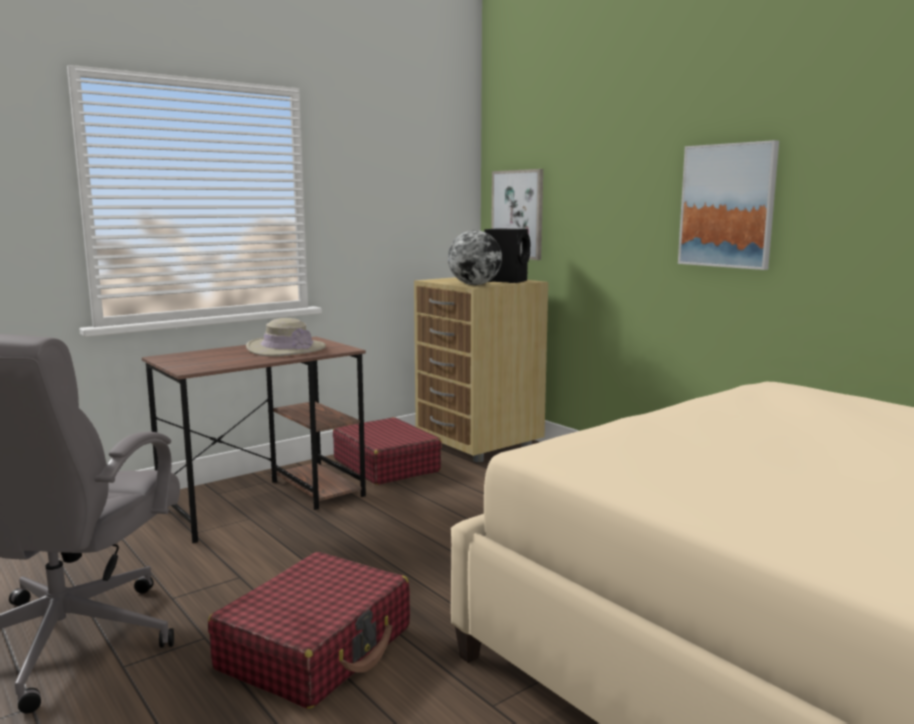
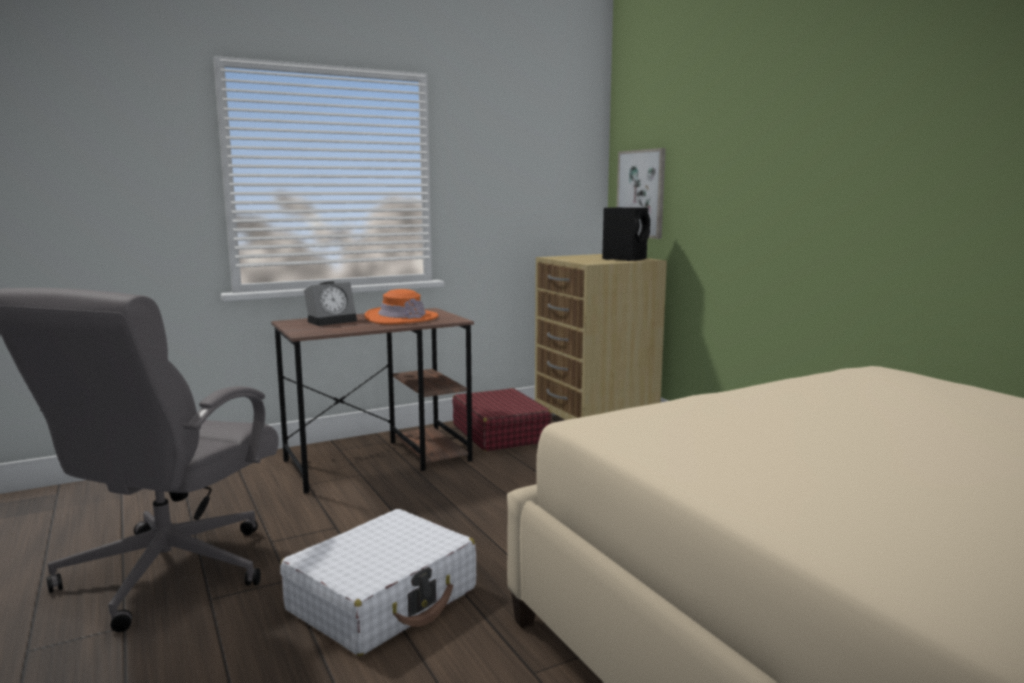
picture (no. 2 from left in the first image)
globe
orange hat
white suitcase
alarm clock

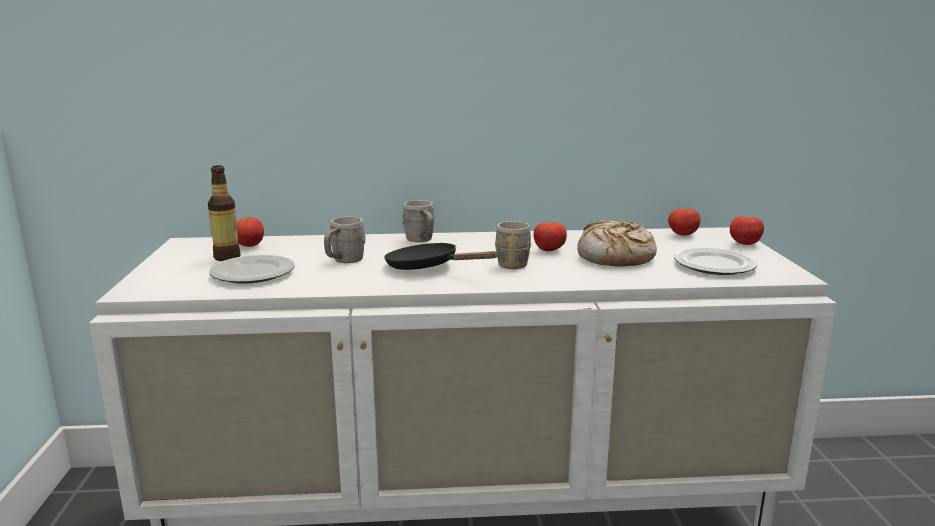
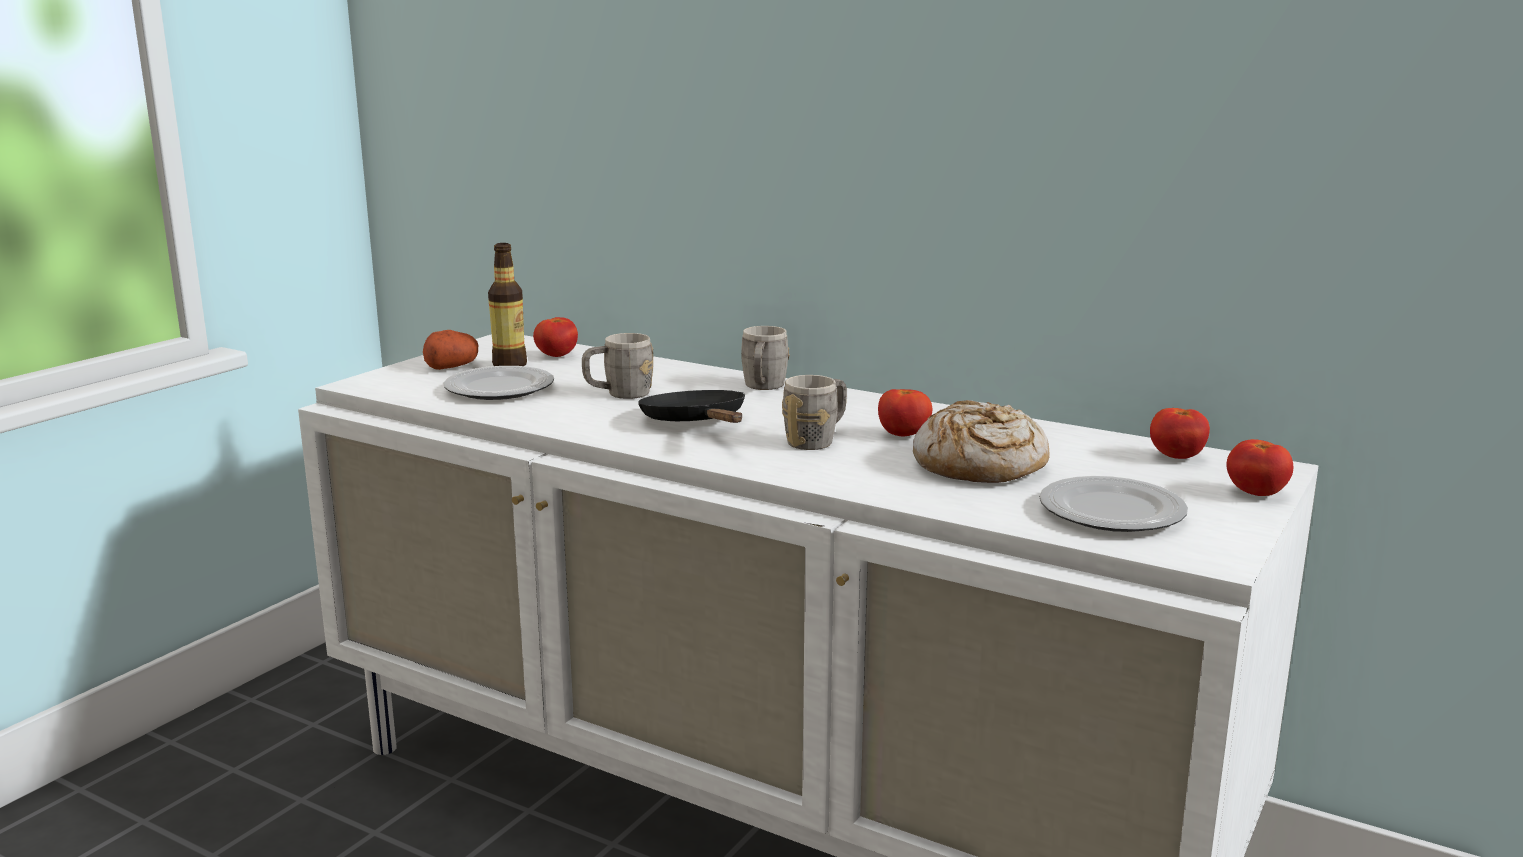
potato

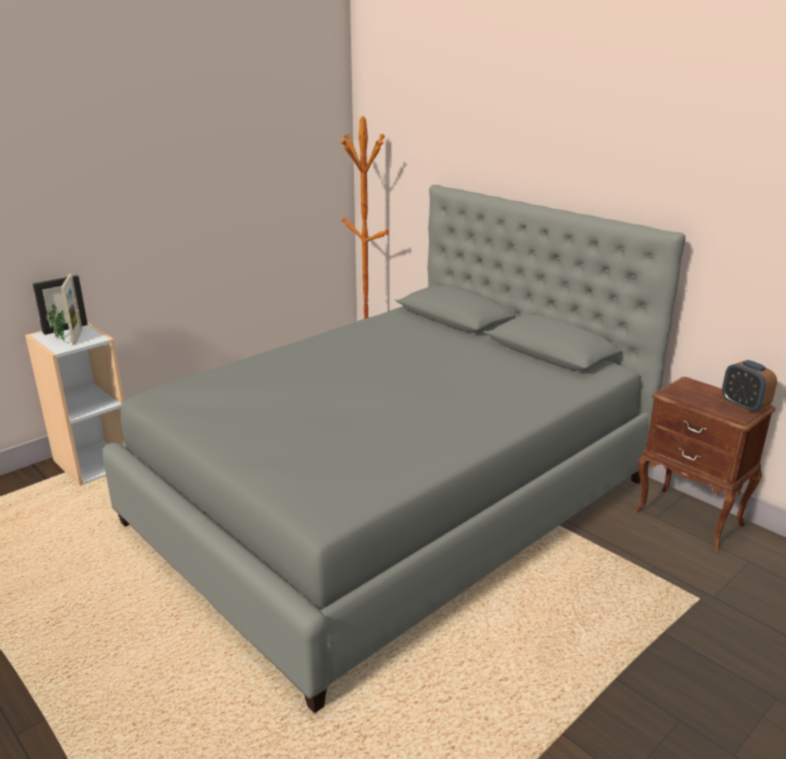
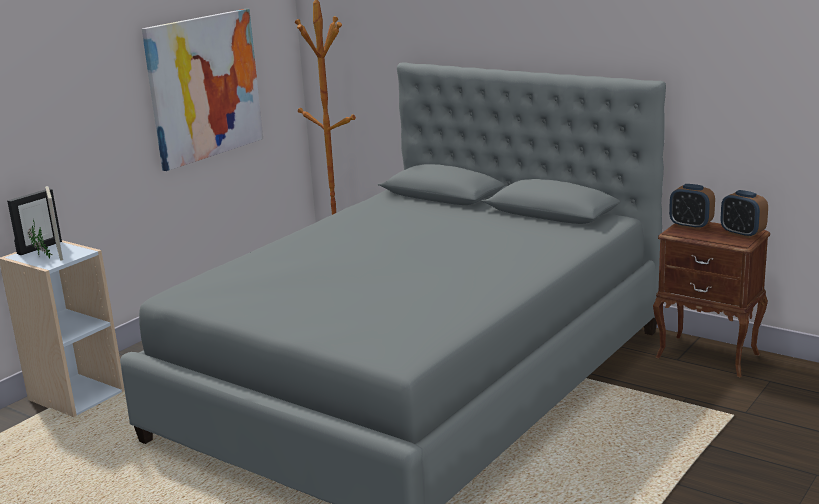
picture
alarm clock (no. 1 from left)

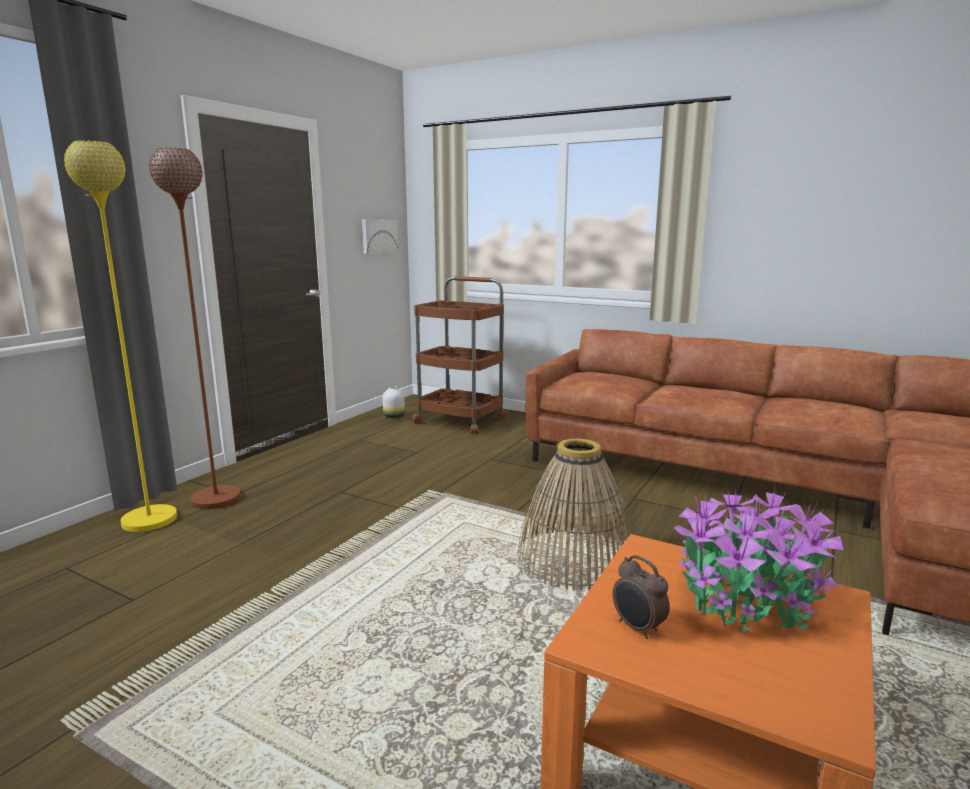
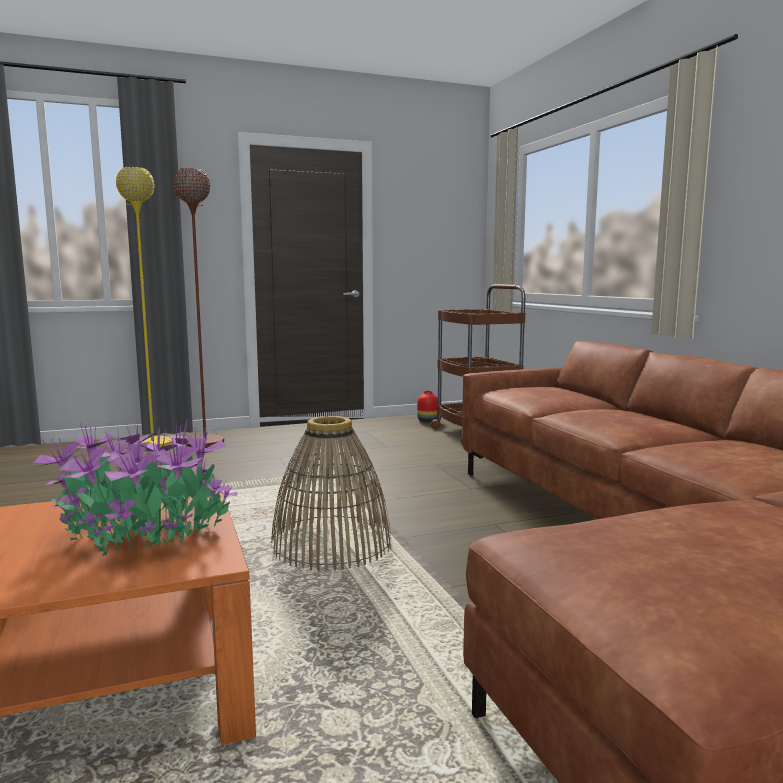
picture
red vase
alarm clock

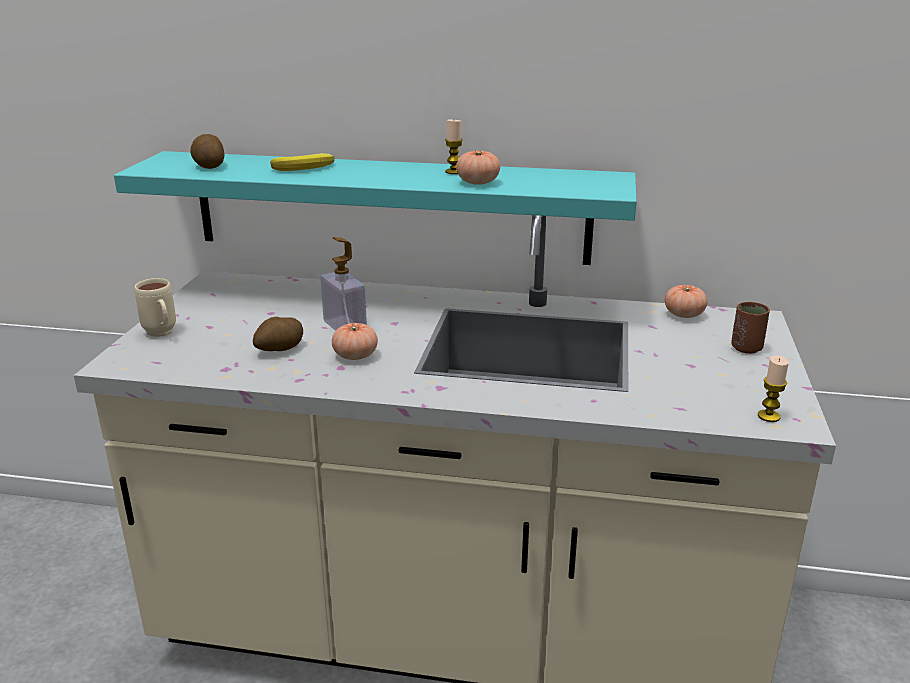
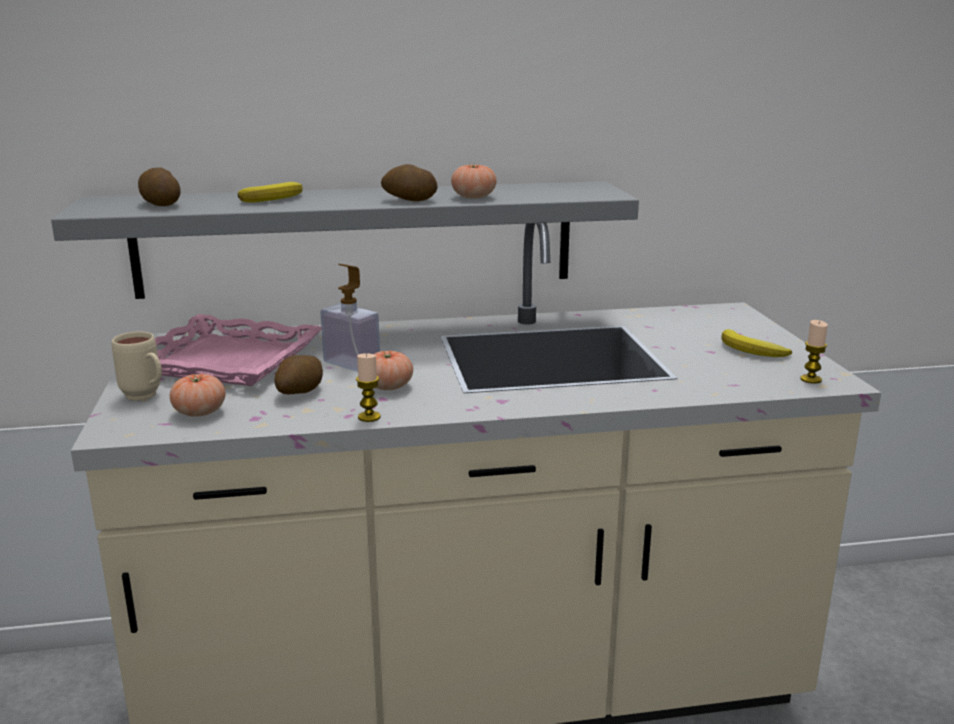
candle (no. 1 from left)
grey shelf
tomato (no. 1 from left)
brown cup
potato (no. 3 from left)
pink tray
banana (no. 2 from left)

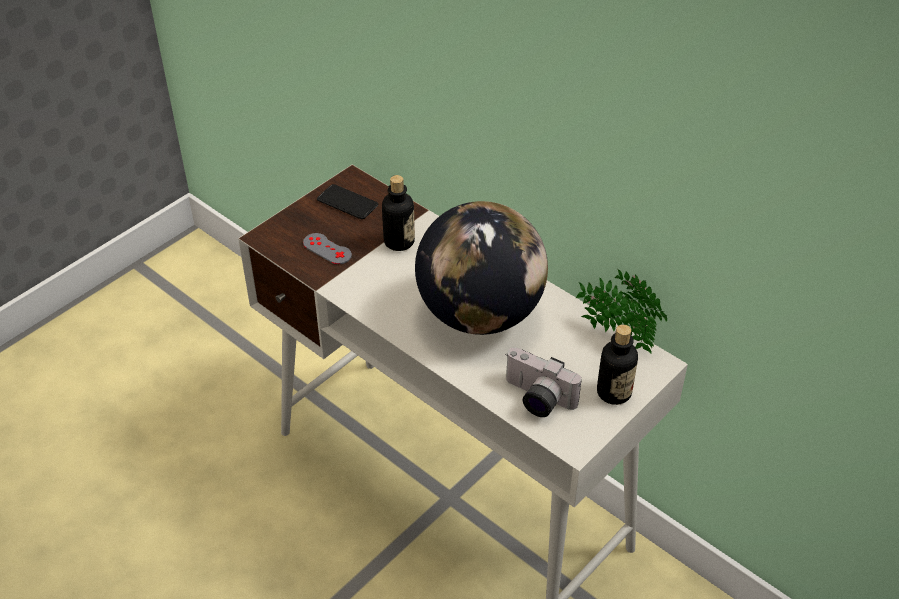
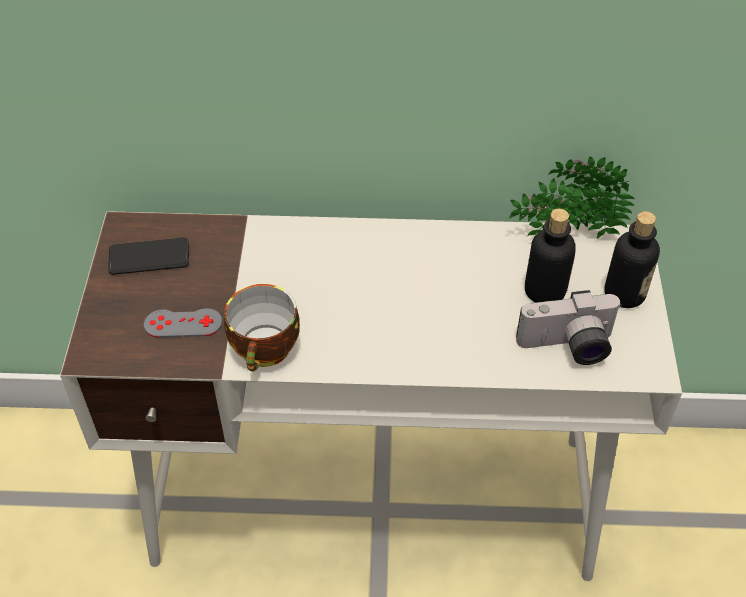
bottle (no. 1 from left)
globe
cup

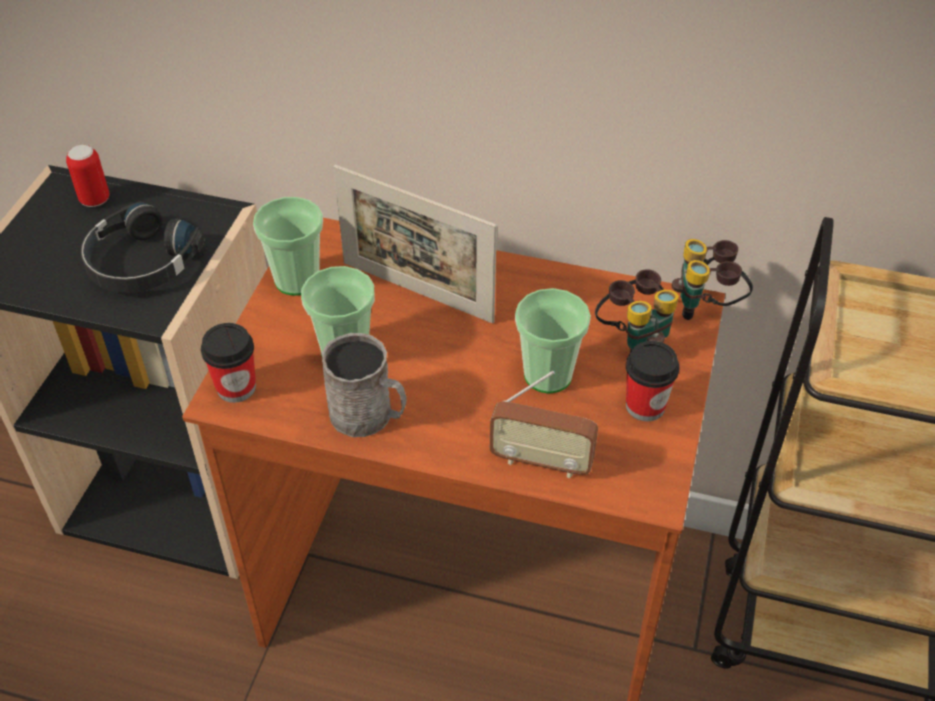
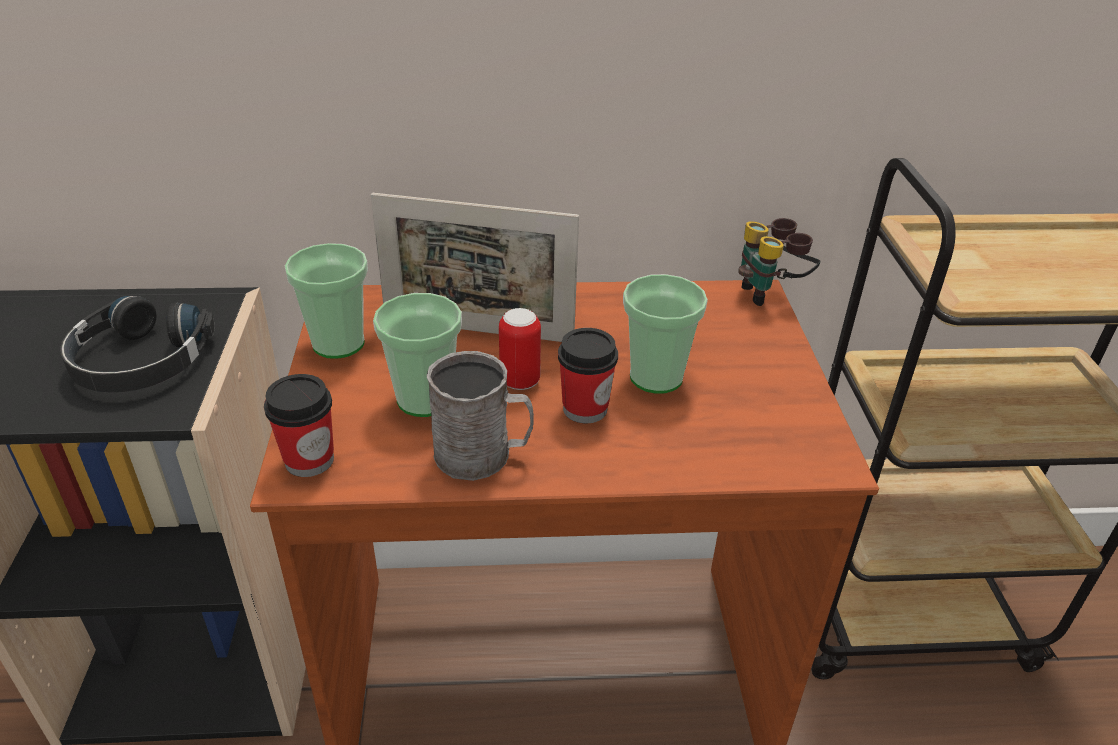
can
binoculars (no. 1 from left in the first image)
cup (no. 4 from left)
radio

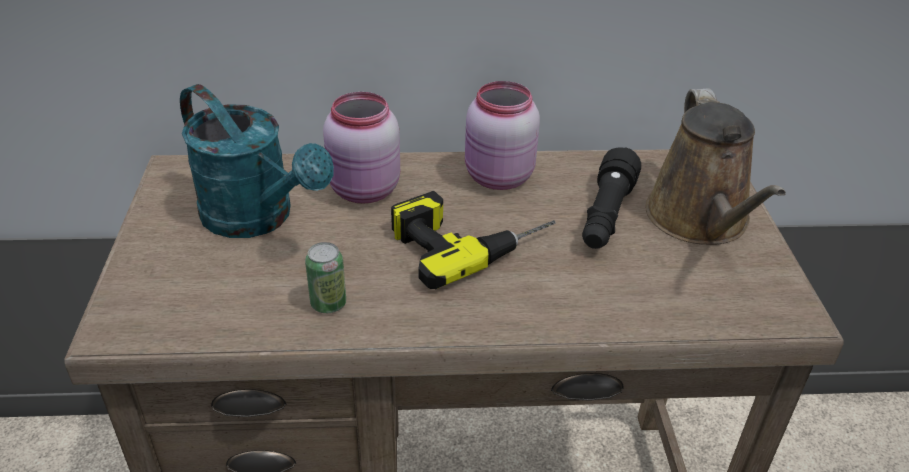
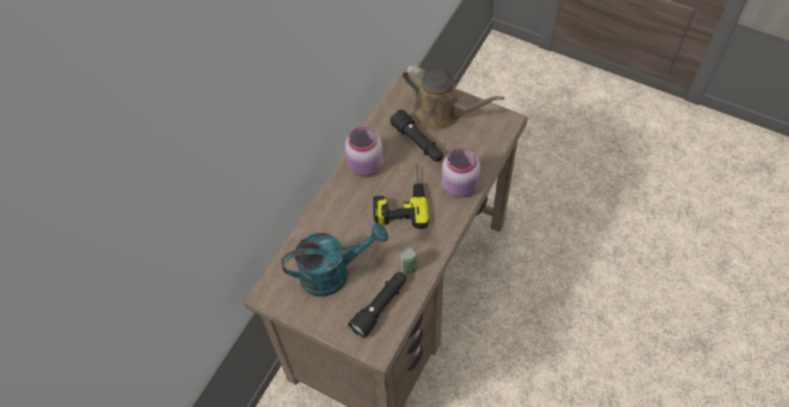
pink jar (no. 2 from left)
black flashlight (no. 1 from left)

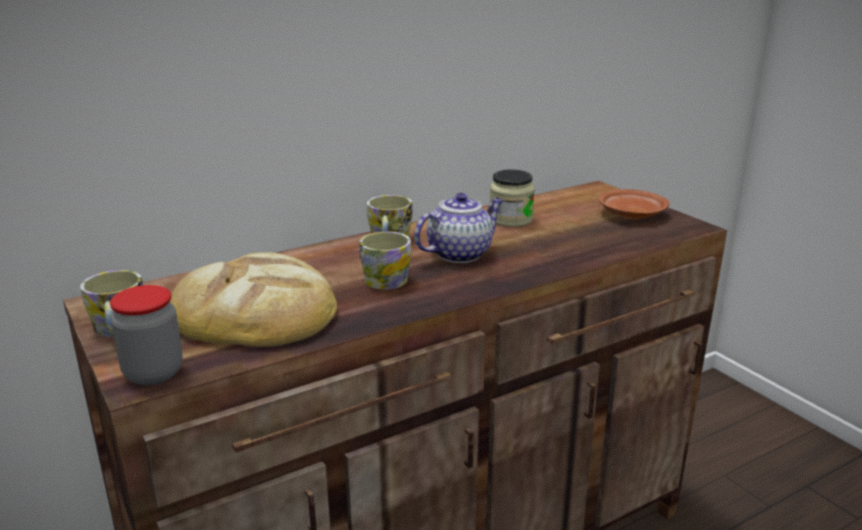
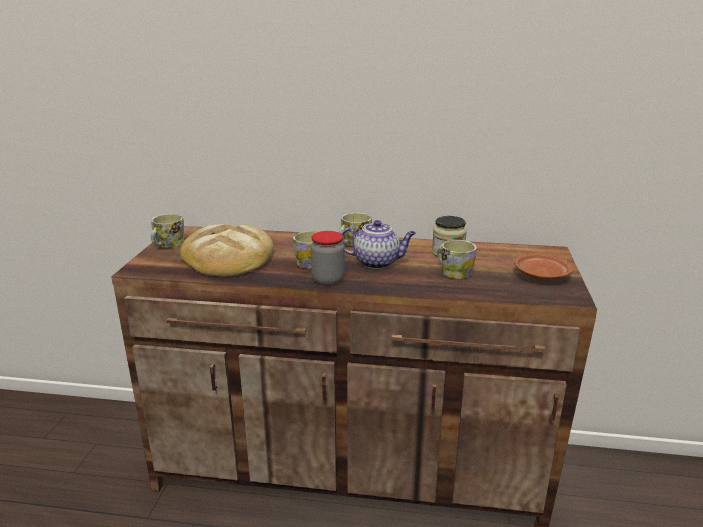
jar (no. 1 from left)
mug (no. 4 from left)

